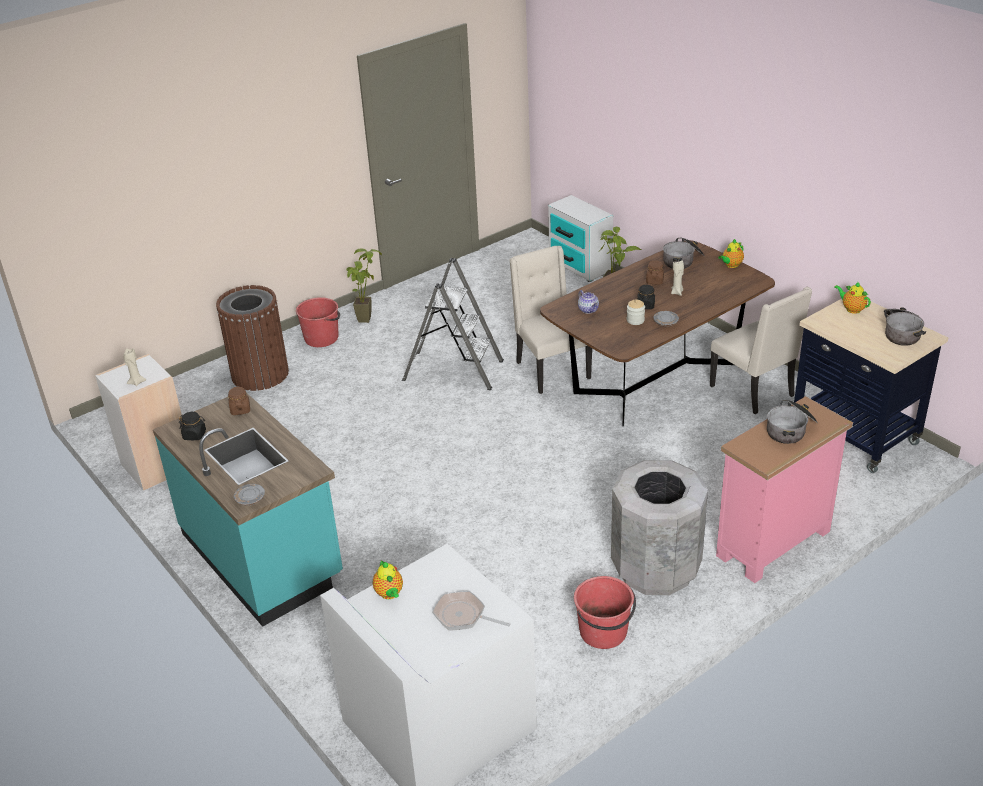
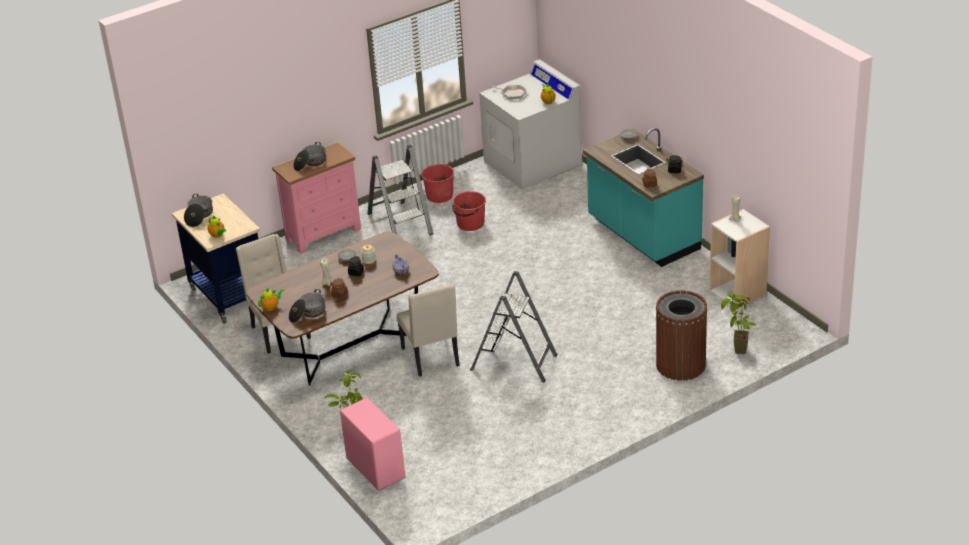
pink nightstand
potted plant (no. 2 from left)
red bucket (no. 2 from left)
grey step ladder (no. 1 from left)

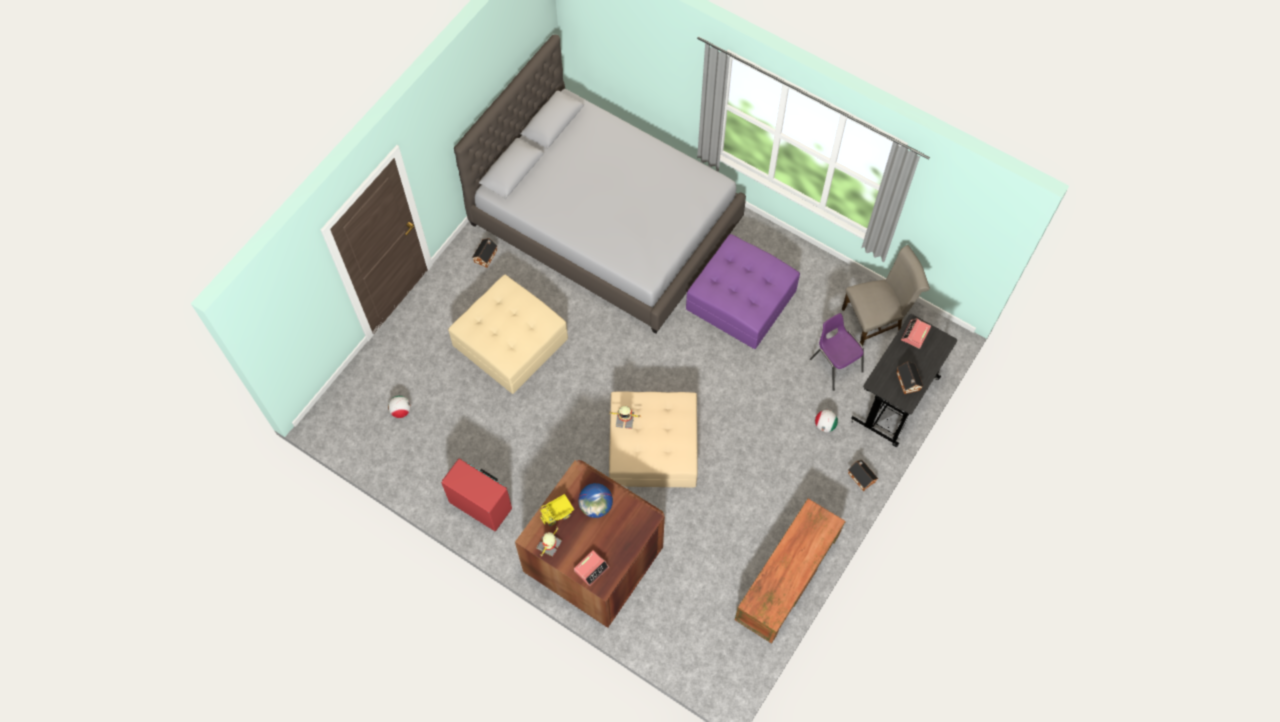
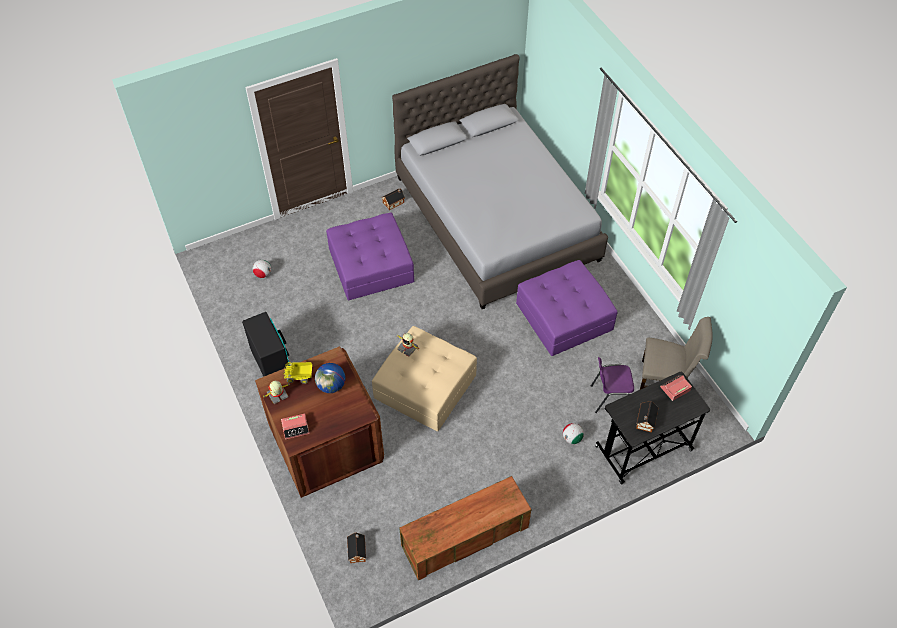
purple ottoman (no. 1 from left)
purple chair
black nightstand
toy house (no. 1 from left)

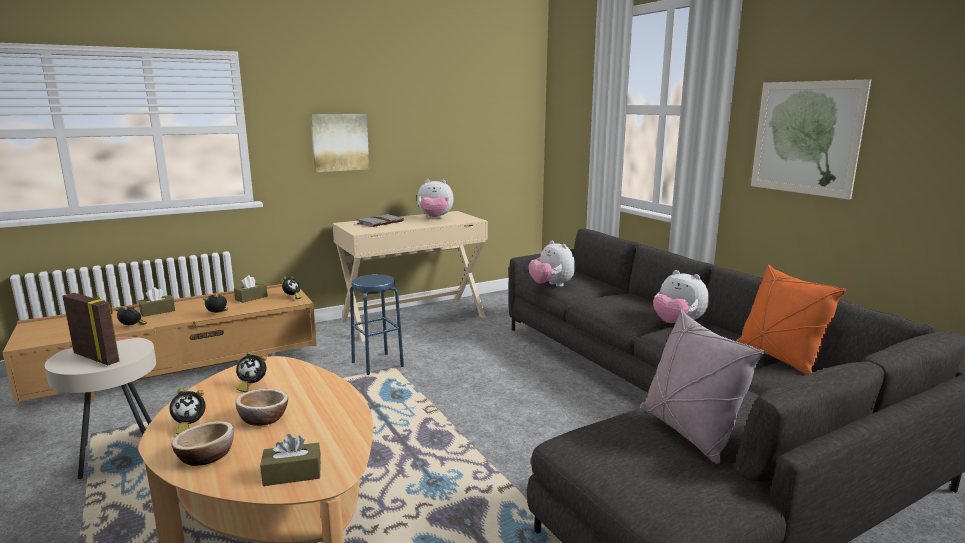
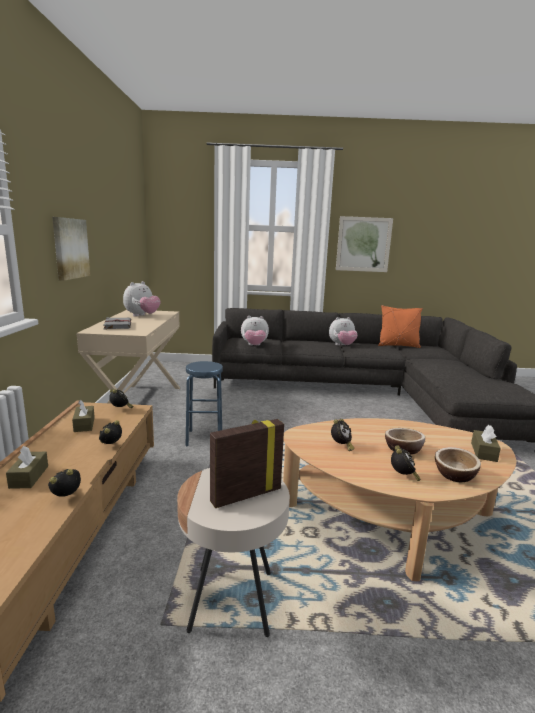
purple pillow

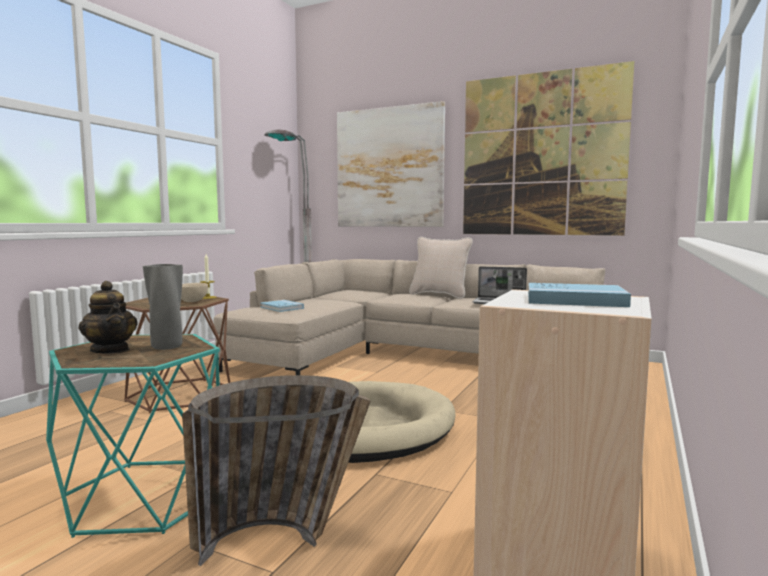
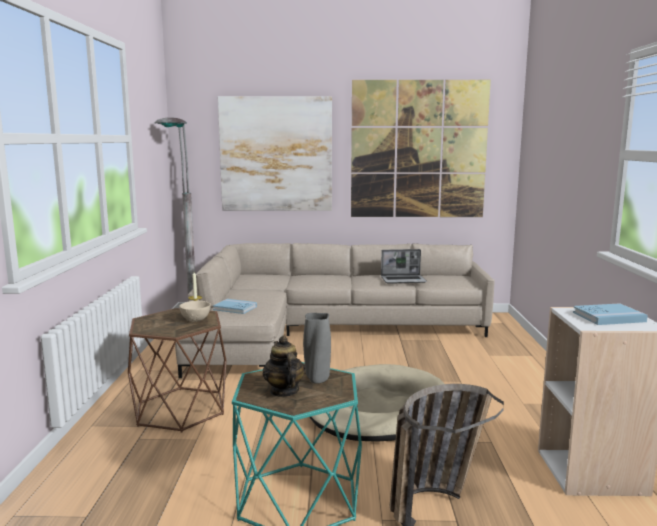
beige pillow
teapot

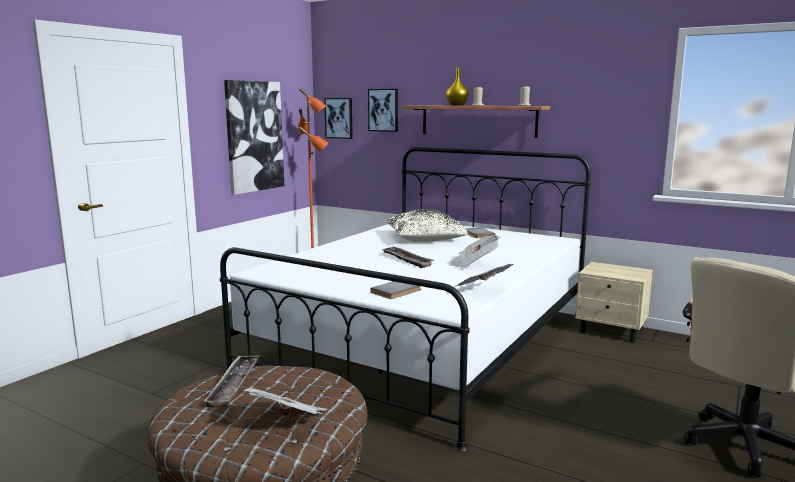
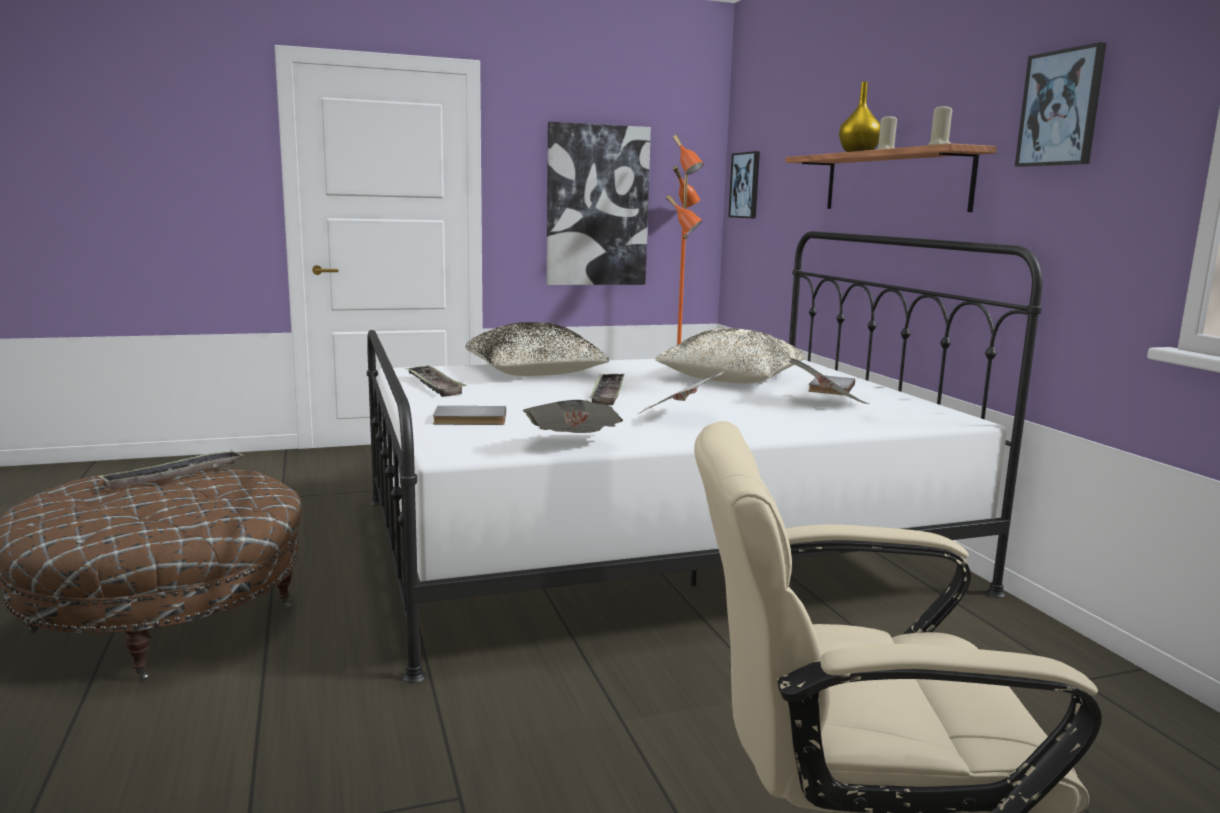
picture (no. 3 from left)
beige nightstand
newspaper (no. 3 from left)
beige pillow (no. 1 from left)
tray (no. 2 from left)

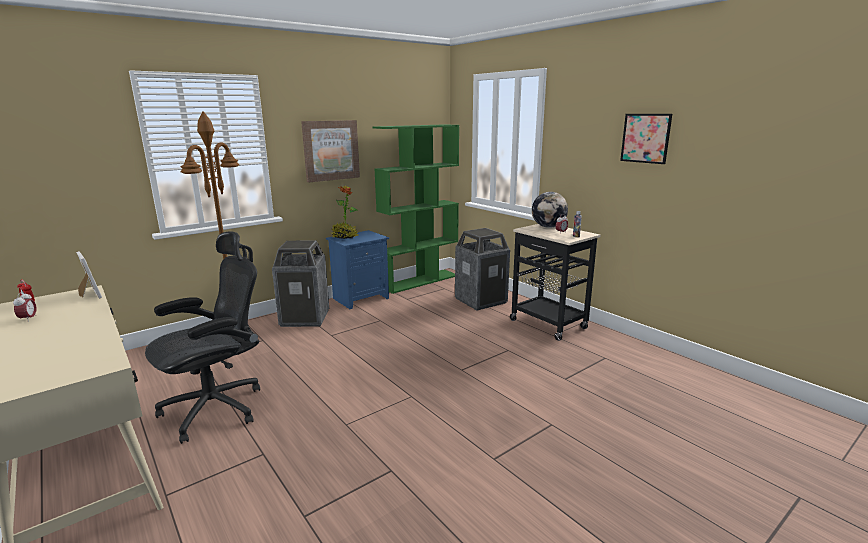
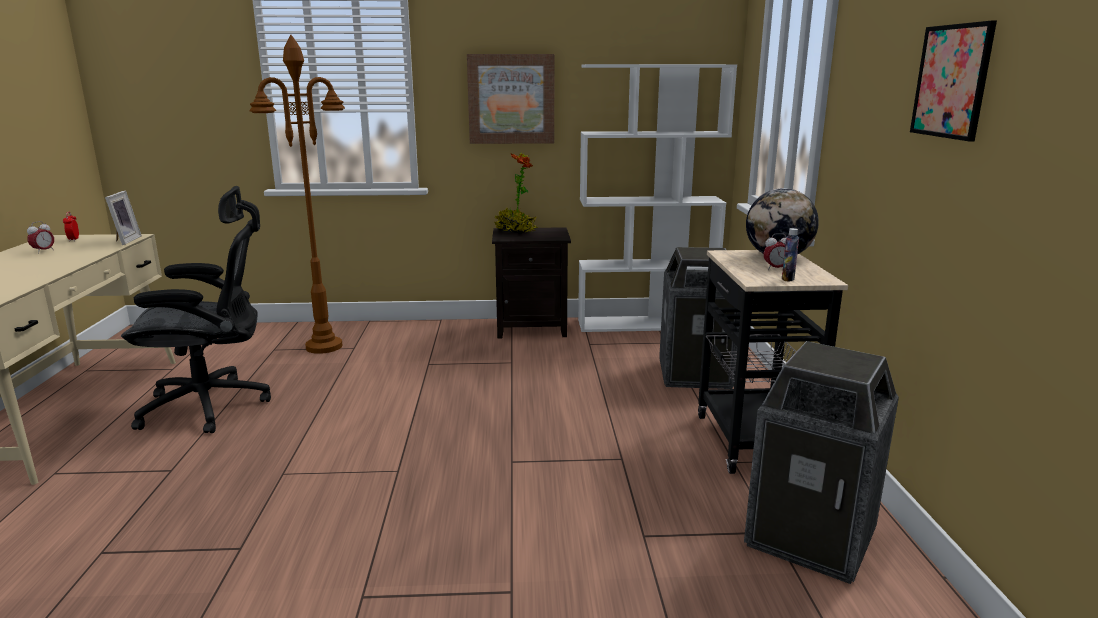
white bookcase
black nightstand
trash can (no. 2 from left)

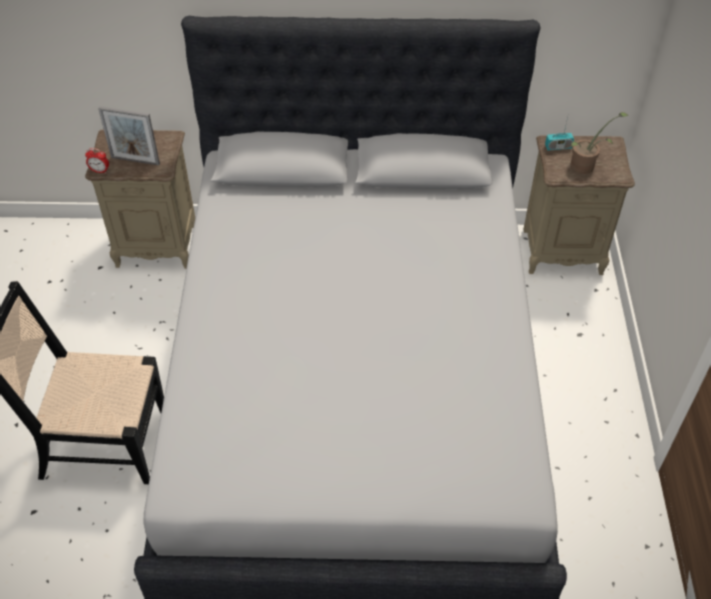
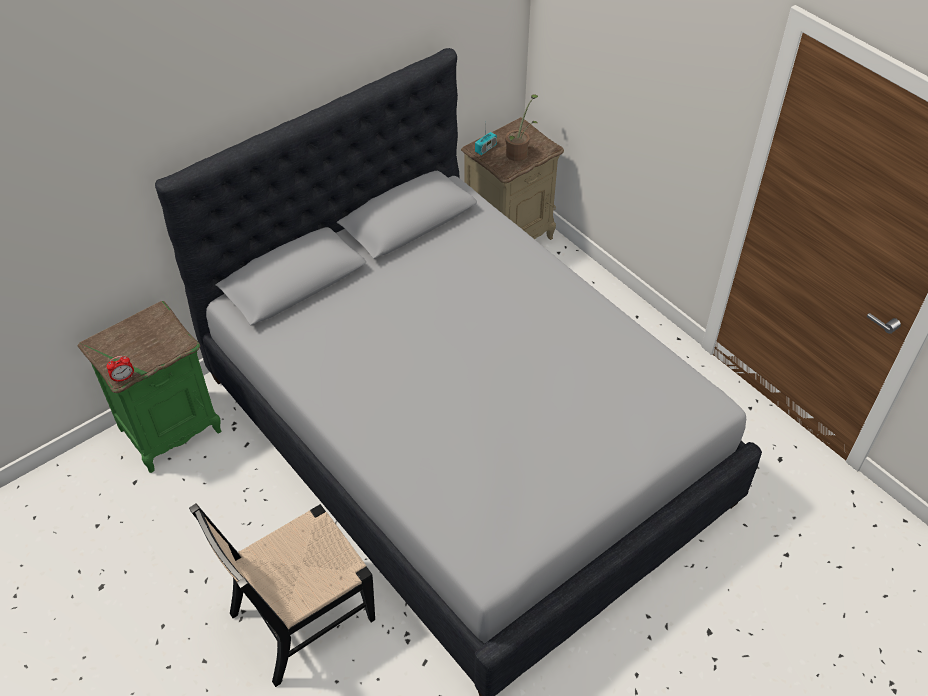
picture frame
green nightstand

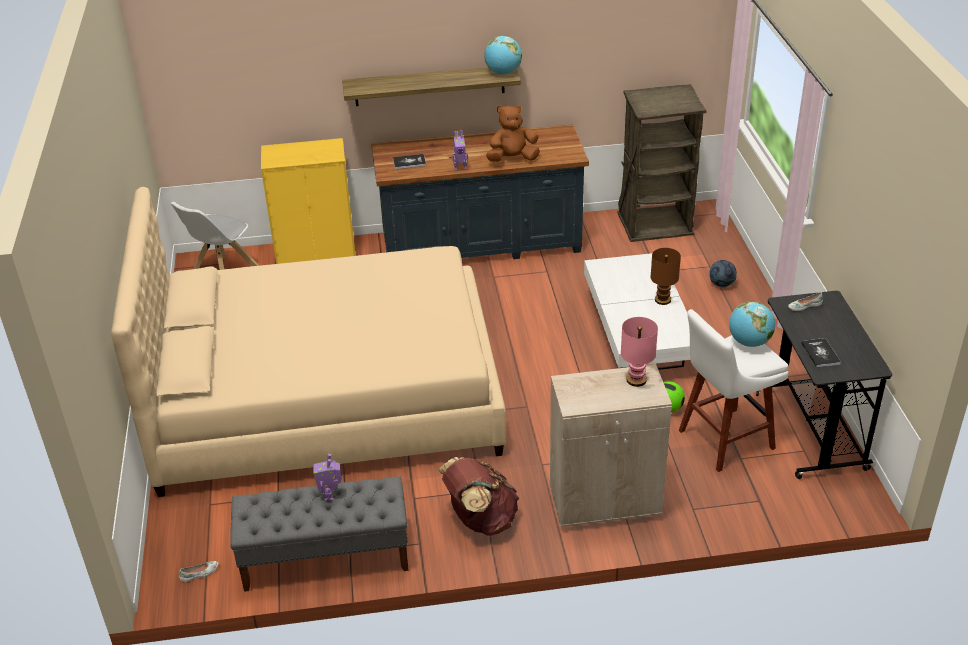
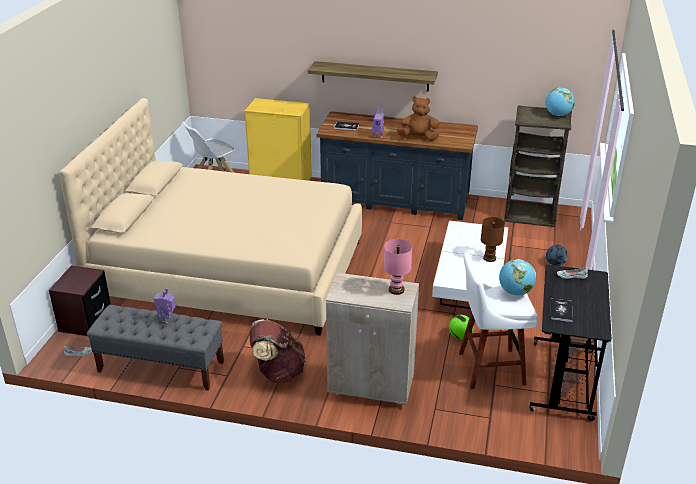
globe (no. 2 from left)
brown nightstand

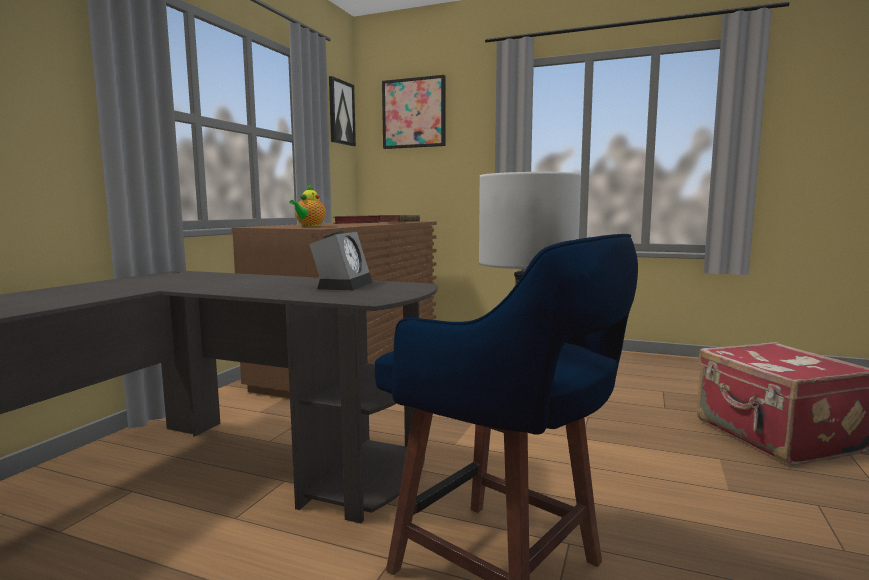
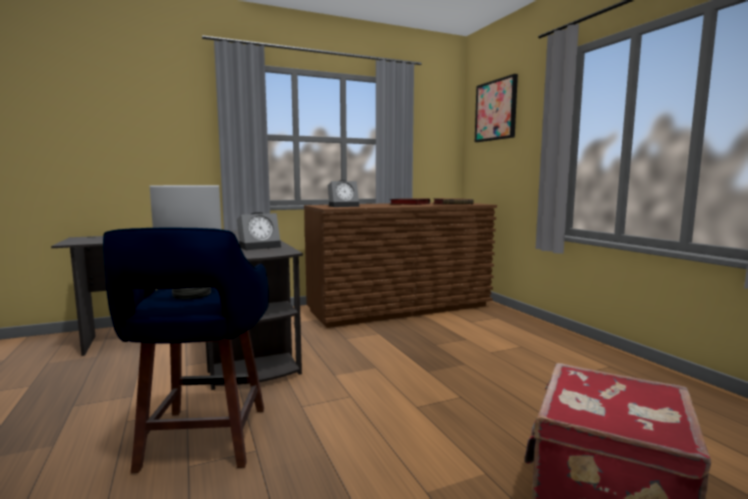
picture (no. 1 from left in the first image)
alarm clock (no. 2 from left)

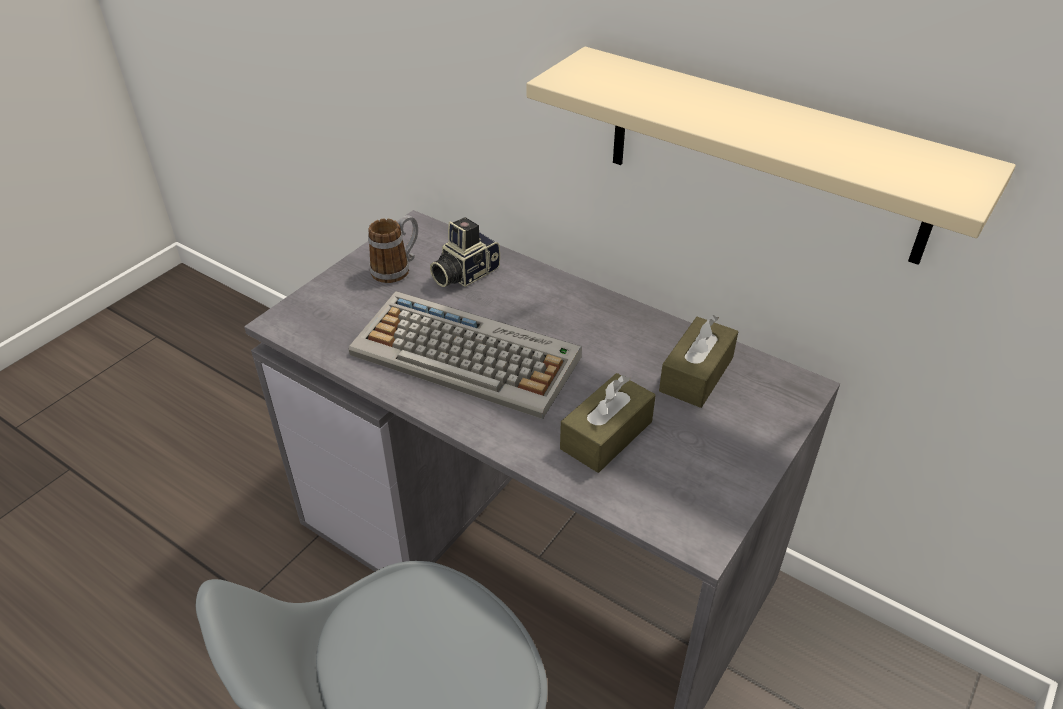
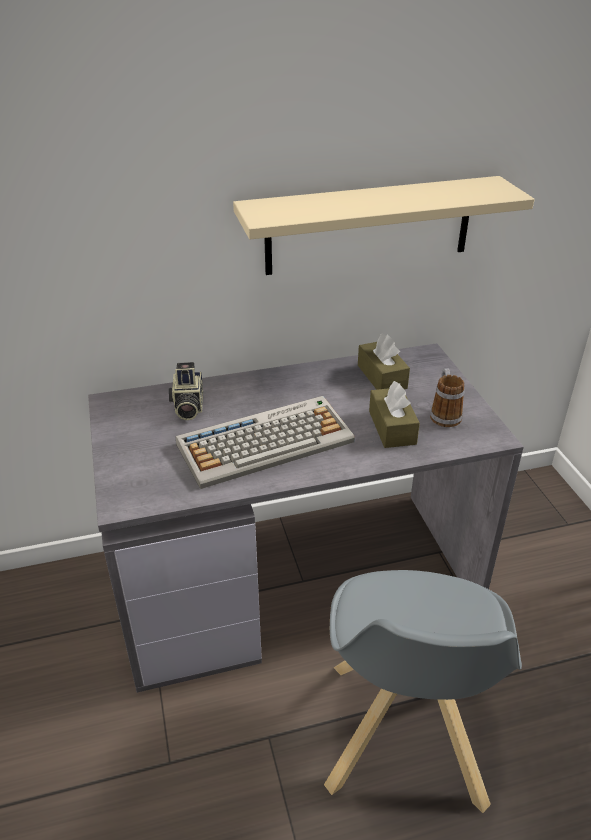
mug

